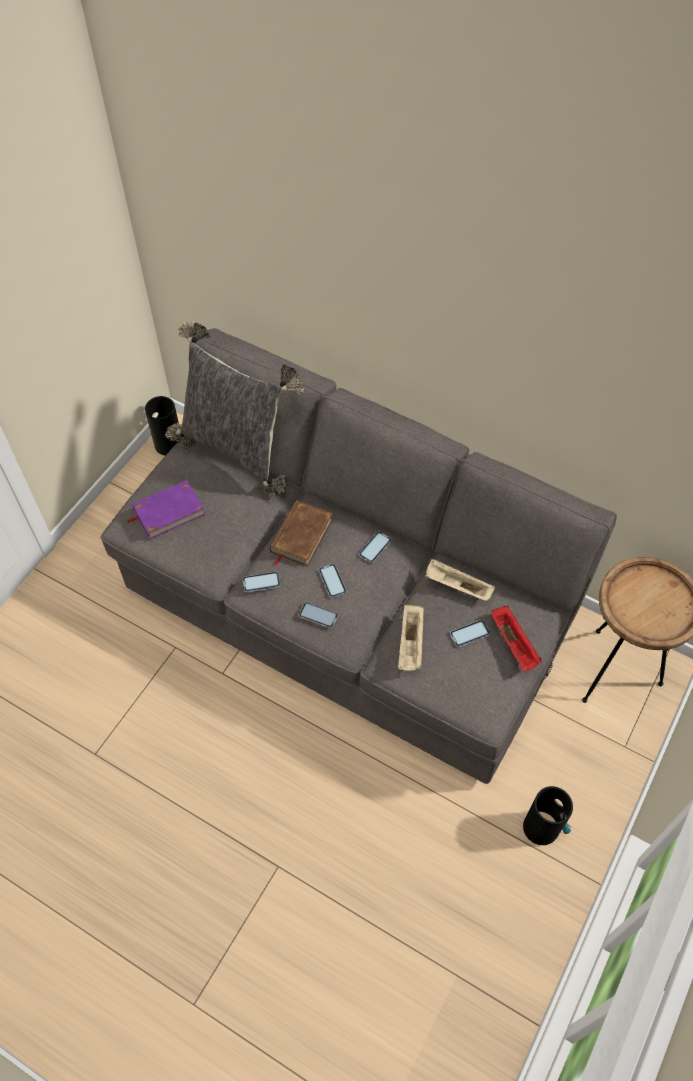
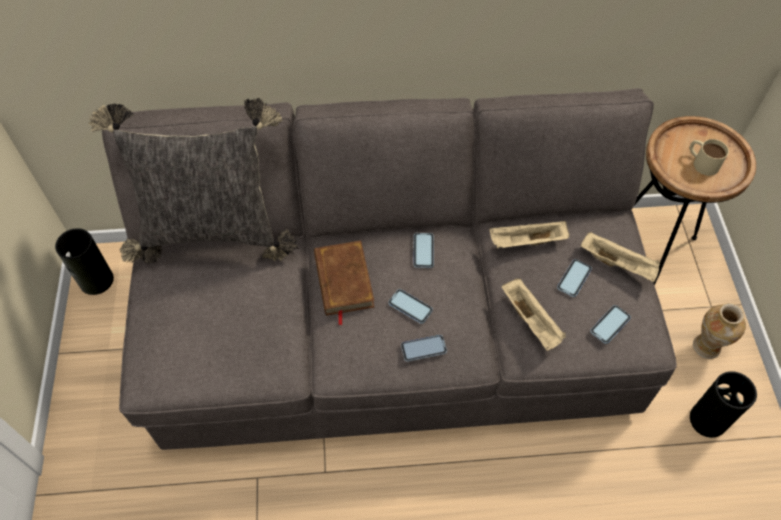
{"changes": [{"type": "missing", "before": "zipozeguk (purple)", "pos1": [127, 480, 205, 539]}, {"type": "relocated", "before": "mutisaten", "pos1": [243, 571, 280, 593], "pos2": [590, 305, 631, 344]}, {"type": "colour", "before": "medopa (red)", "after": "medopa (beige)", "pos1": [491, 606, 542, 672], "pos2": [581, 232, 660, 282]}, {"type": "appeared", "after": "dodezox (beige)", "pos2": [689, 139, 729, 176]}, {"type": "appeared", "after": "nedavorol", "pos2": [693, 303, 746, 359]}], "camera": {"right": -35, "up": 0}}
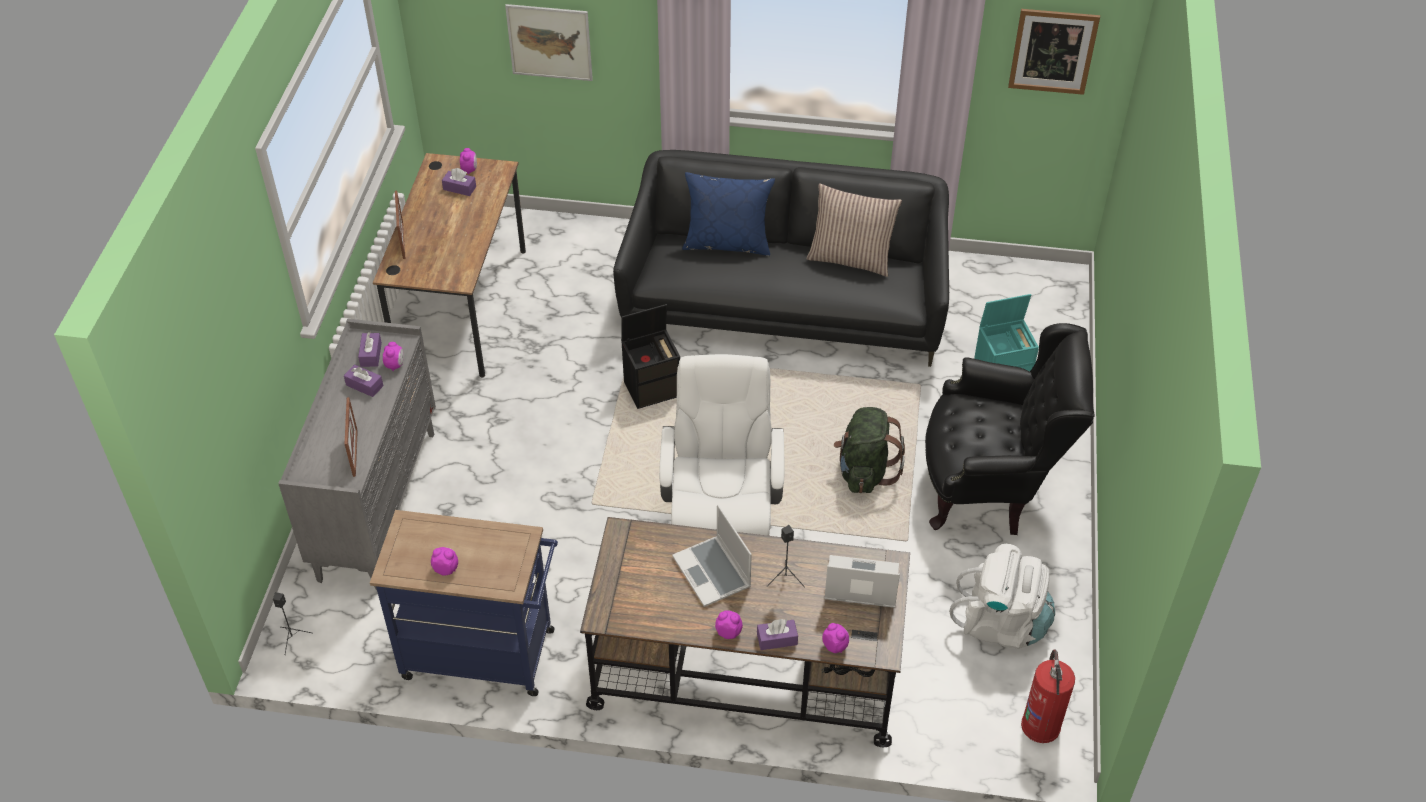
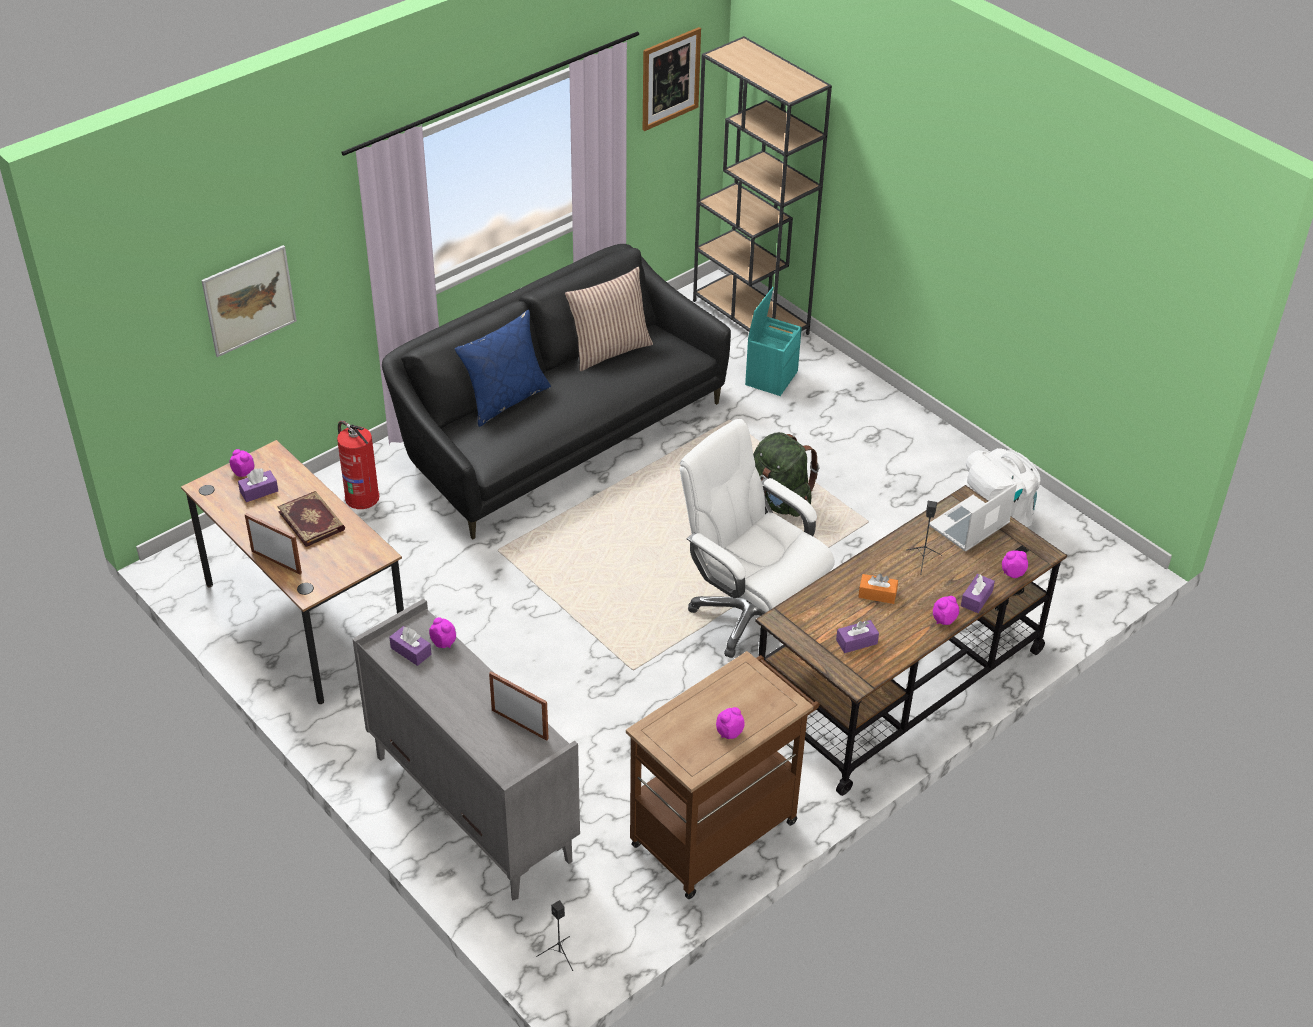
{"changes": [{"type": "relocated", "before": "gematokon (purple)", "pos1": [344, 364, 383, 397], "pos2": [836, 620, 879, 653]}, {"type": "colour", "before": "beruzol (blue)", "after": "beruzol (brown)", "pos1": [370, 510, 558, 696], "pos2": [626, 651, 820, 899]}, {"type": "missing", "before": "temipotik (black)", "pos1": [621, 304, 680, 409]}, {"type": "exchanged", "before": "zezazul", "after": "gematokon (orange)", "pos1": [672, 504, 752, 607], "pos2": [858, 573, 898, 604]}, {"type": "missing", "before": "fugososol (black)", "pos1": [925, 323, 1095, 535]}, {"type": "relocated", "before": "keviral", "pos1": [1021, 650, 1075, 743], "pos2": [337, 420, 379, 509]}, {"type": "appeared", "after": "zipozeguk", "pos2": [277, 491, 345, 547]}, {"type": "appeared", "after": "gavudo", "pos2": [693, 36, 832, 335]}], "camera": {"right": -50, "up": -5}}
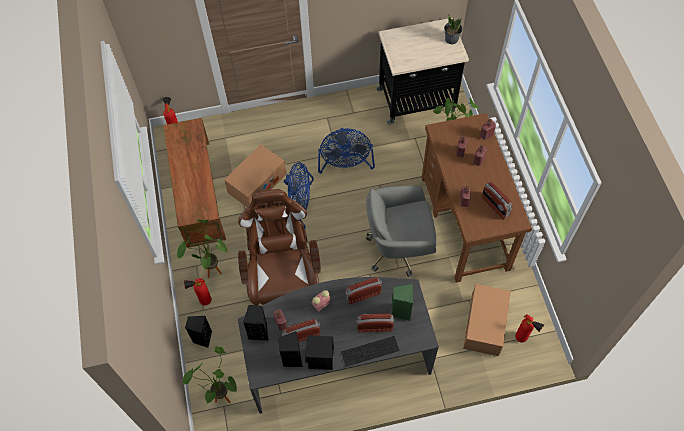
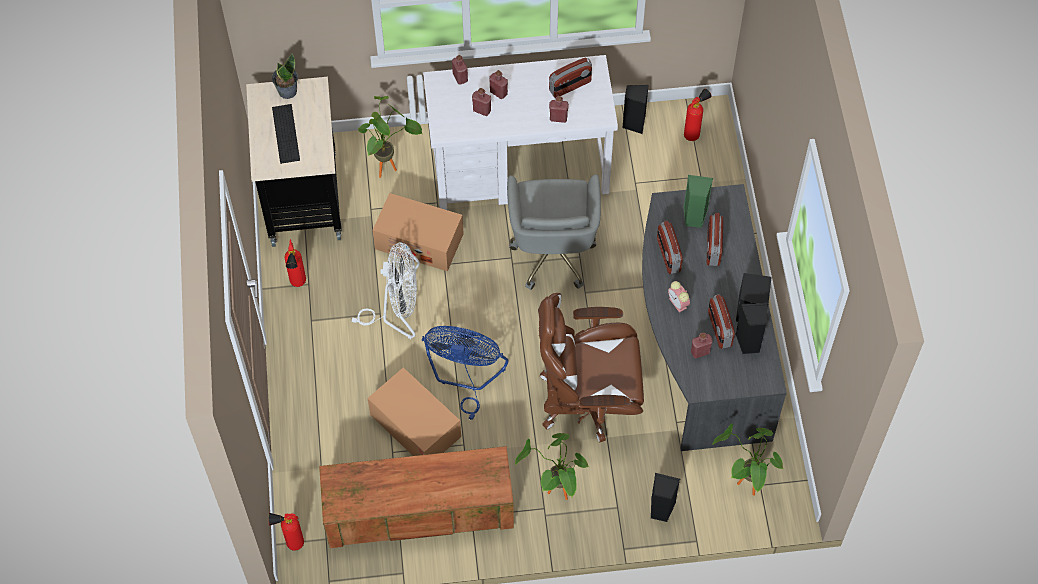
{"changes": [{"type": "relocated", "before": "keviral", "pos1": [184, 278, 212, 306], "pos2": [285, 239, 306, 287]}, {"type": "relocated", "before": "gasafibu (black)", "pos1": [243, 305, 269, 341], "pos2": [622, 85, 648, 134]}, {"type": "colour", "before": "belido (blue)", "after": "belido (white)", "pos1": [318, 128, 375, 174], "pos2": [352, 242, 420, 339]}, {"type": "relocated", "before": "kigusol", "pos1": [341, 336, 399, 367], "pos2": [272, 104, 300, 164]}, {"type": "colour", "before": "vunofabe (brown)", "after": "vunofabe (white)", "pos1": [422, 113, 532, 283], "pos2": [423, 55, 618, 210]}, {"type": "relocated", "before": "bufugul", "pos1": [463, 284, 511, 356], "pos2": [372, 193, 464, 271]}], "camera": {"right": -85, "up": 0}}
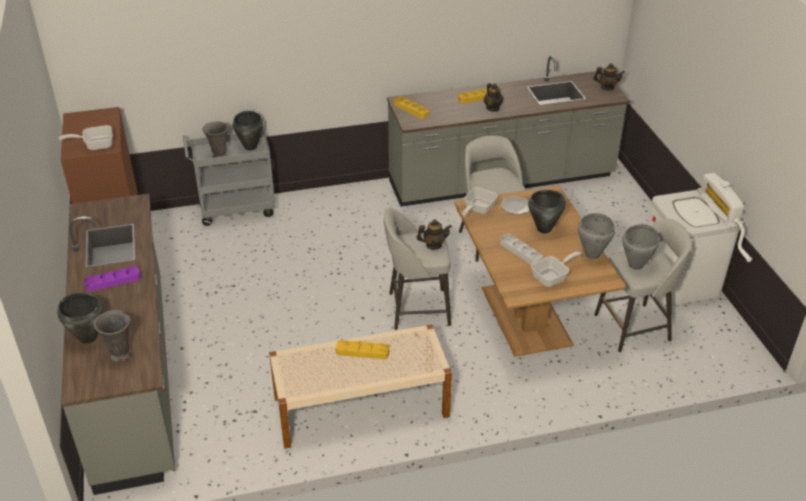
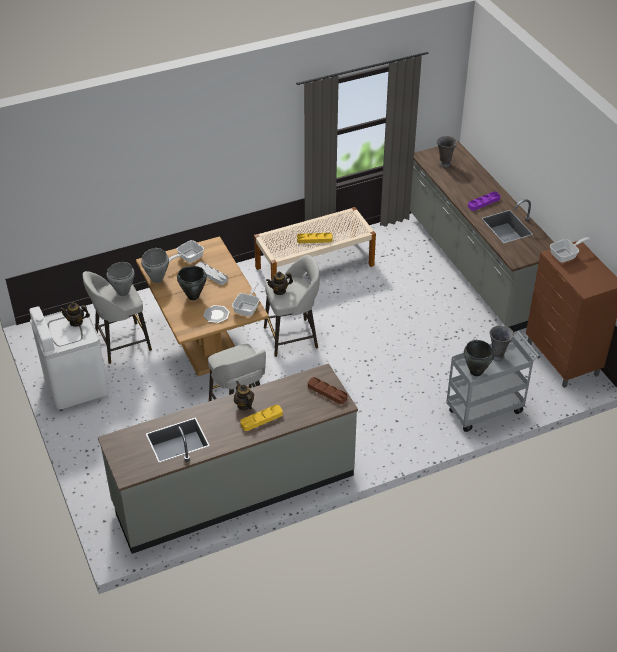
{"changes": [{"type": "missing", "before": "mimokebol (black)", "pos1": [57, 292, 103, 344]}, {"type": "colour", "before": "medopa (yellow)", "after": "medopa (brown)", "pos1": [394, 96, 429, 119], "pos2": [308, 377, 347, 404]}, {"type": "relocated", "before": "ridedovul", "pos1": [593, 63, 625, 90], "pos2": [59, 302, 90, 327]}], "camera": {"right": 170, "up": 5}}
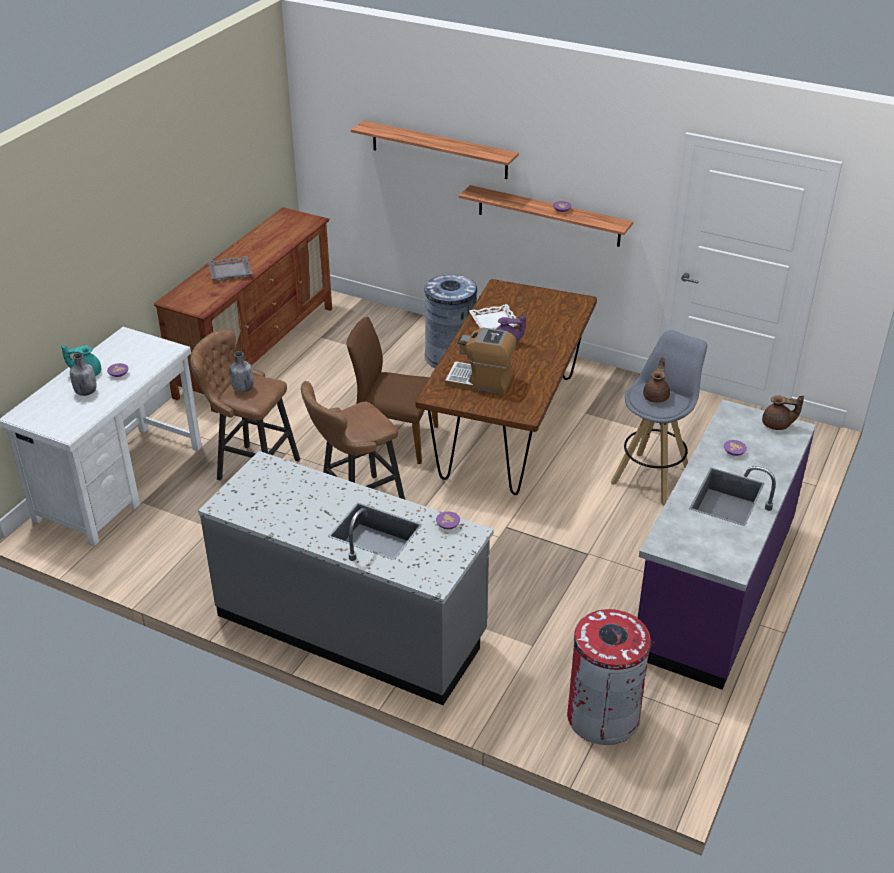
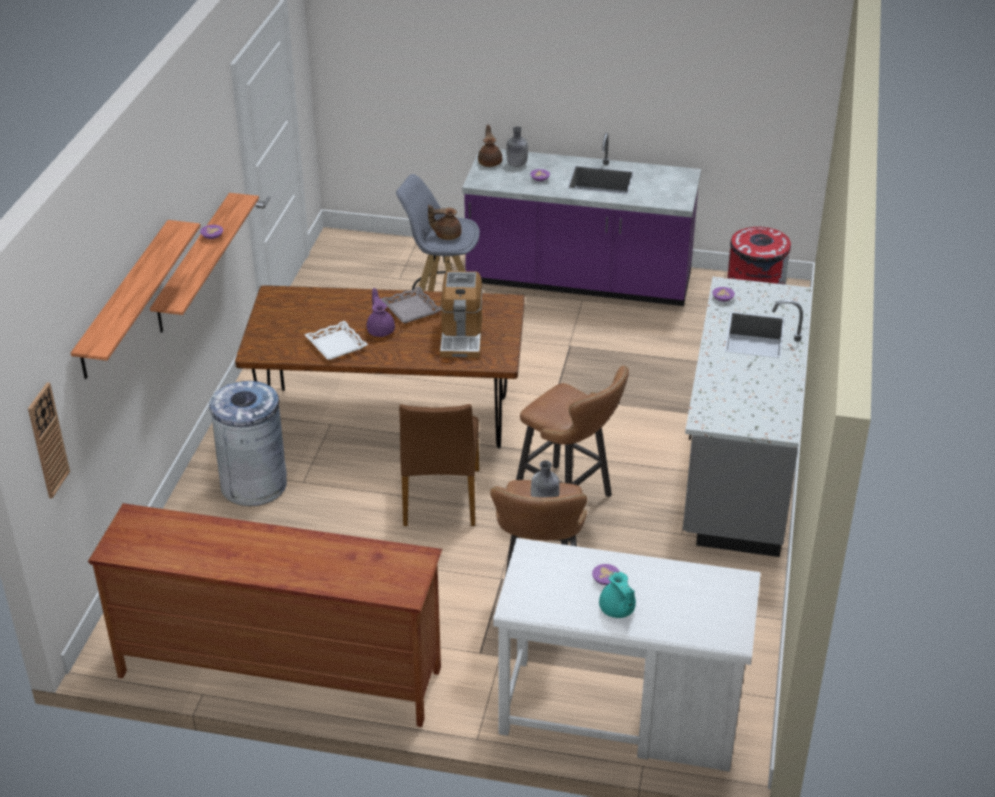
{"changes": [{"type": "relocated", "before": "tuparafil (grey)", "pos1": [70, 353, 97, 396], "pos2": [506, 127, 528, 167]}, {"type": "relocated", "before": "medopa (grey)", "pos1": [207, 256, 253, 281], "pos2": [381, 287, 441, 323]}, {"type": "appeared", "after": "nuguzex", "pos2": [28, 382, 70, 499]}], "camera": {"right": -105, "up": 0}}
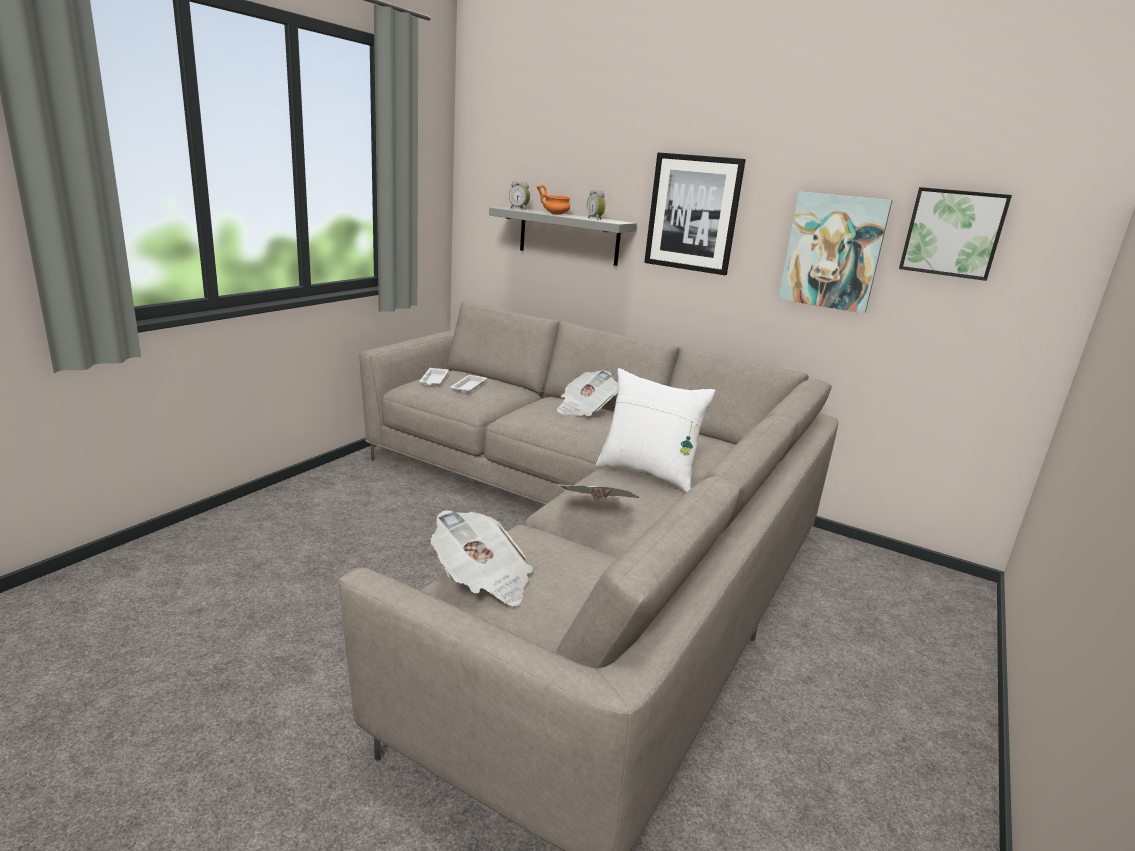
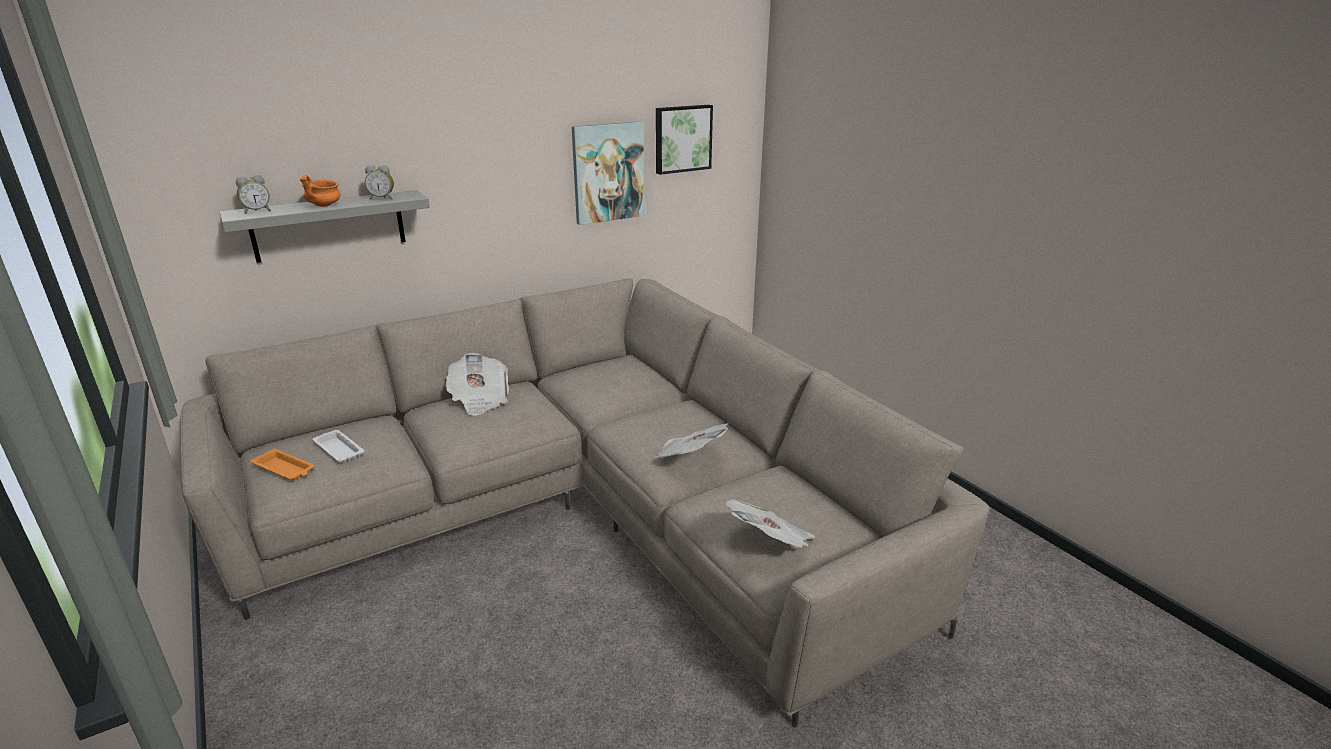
{"changes": [{"type": "colour", "before": "medopa (white)", "after": "medopa (orange)", "pos1": [419, 368, 449, 387], "pos2": [250, 448, 315, 481]}, {"type": "missing", "before": "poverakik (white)", "pos1": [595, 368, 715, 493]}, {"type": "missing", "before": "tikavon", "pos1": [644, 152, 746, 275]}], "camera": {"right": -60, "up": 5}}
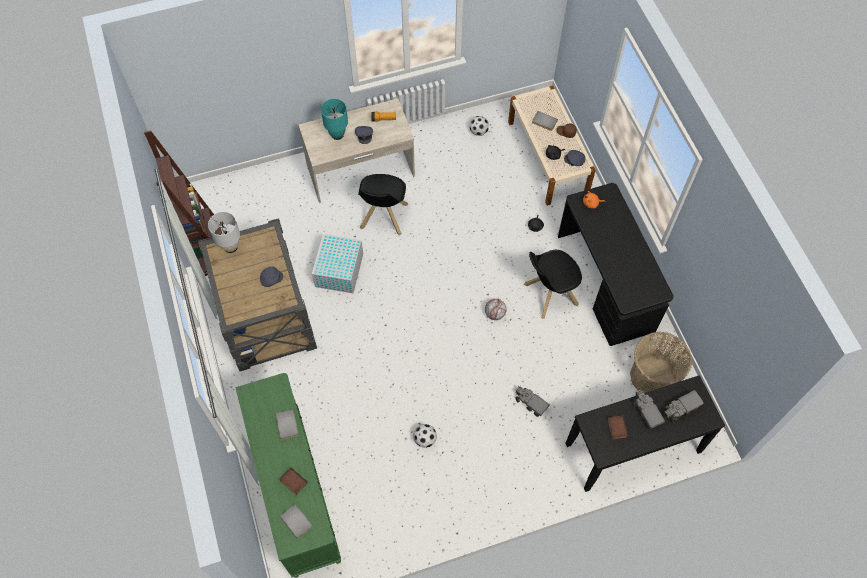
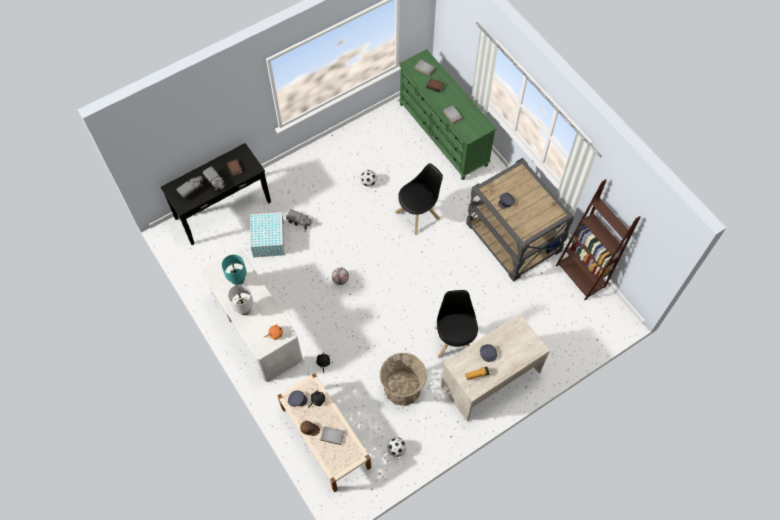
{"changes": [{"type": "relocated", "before": "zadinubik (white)", "pos1": [208, 212, 240, 253], "pos2": [228, 284, 253, 315]}, {"type": "relocated", "before": "temipotik (white)", "pos1": [312, 234, 363, 293], "pos2": [250, 212, 285, 258]}, {"type": "relocated", "before": "zadinubik (turquoise)", "pos1": [321, 99, 348, 140], "pos2": [222, 255, 247, 285]}, {"type": "relocated", "before": "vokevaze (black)", "pos1": [524, 250, 582, 319], "pos2": [395, 163, 443, 235]}, {"type": "colour", "before": "vunofabe (black)", "after": "vunofabe (white)", "pos1": [558, 183, 674, 346], "pos2": [201, 248, 303, 382]}, {"type": "relocated", "before": "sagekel", "pos1": [630, 332, 692, 393], "pos2": [380, 353, 427, 406]}], "camera": {"right": 165, "up": 0}}
